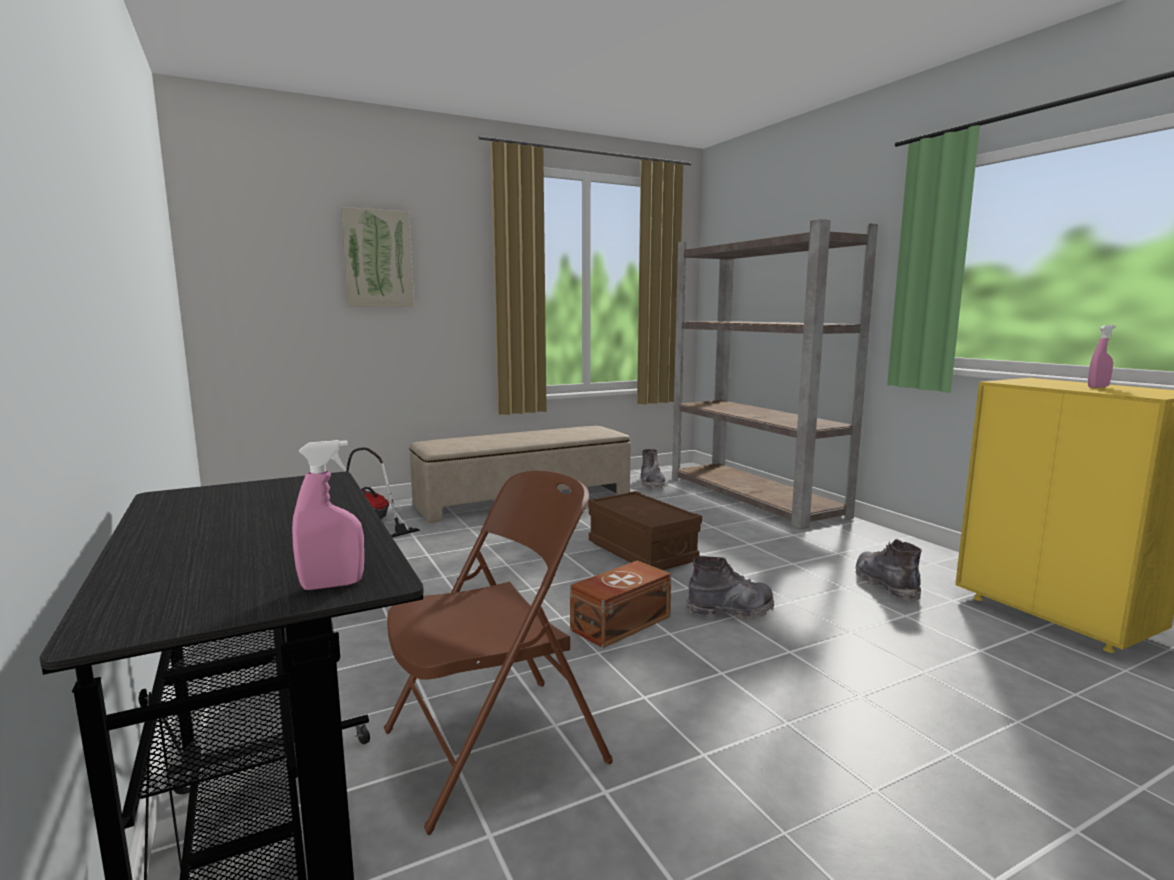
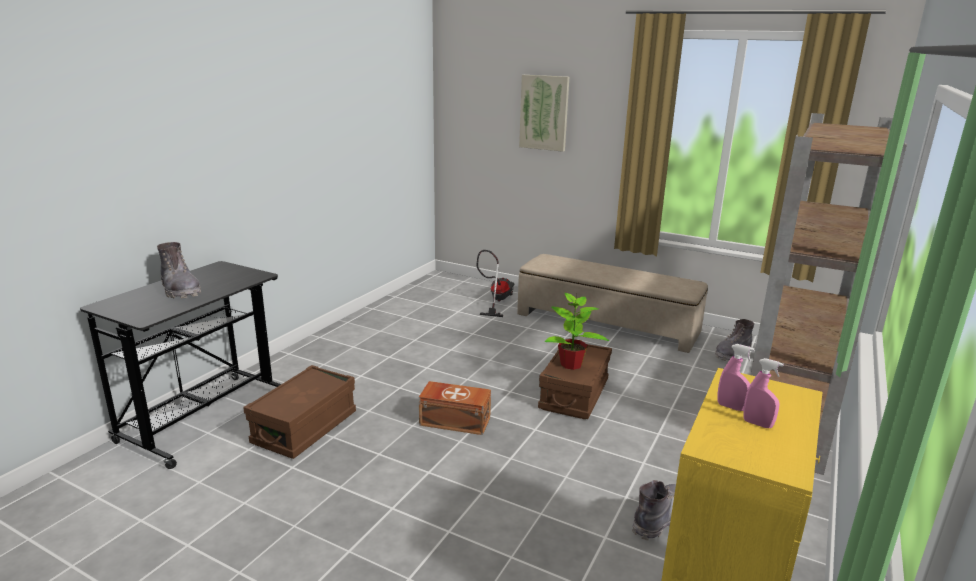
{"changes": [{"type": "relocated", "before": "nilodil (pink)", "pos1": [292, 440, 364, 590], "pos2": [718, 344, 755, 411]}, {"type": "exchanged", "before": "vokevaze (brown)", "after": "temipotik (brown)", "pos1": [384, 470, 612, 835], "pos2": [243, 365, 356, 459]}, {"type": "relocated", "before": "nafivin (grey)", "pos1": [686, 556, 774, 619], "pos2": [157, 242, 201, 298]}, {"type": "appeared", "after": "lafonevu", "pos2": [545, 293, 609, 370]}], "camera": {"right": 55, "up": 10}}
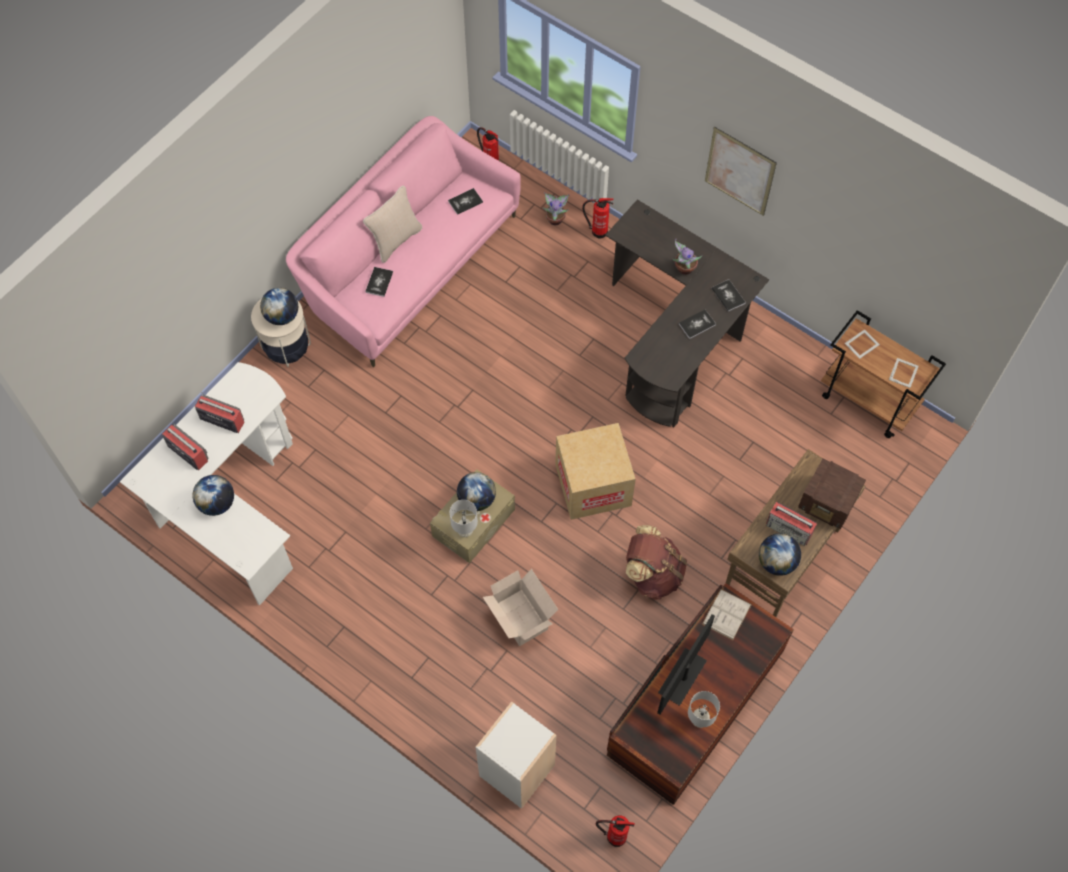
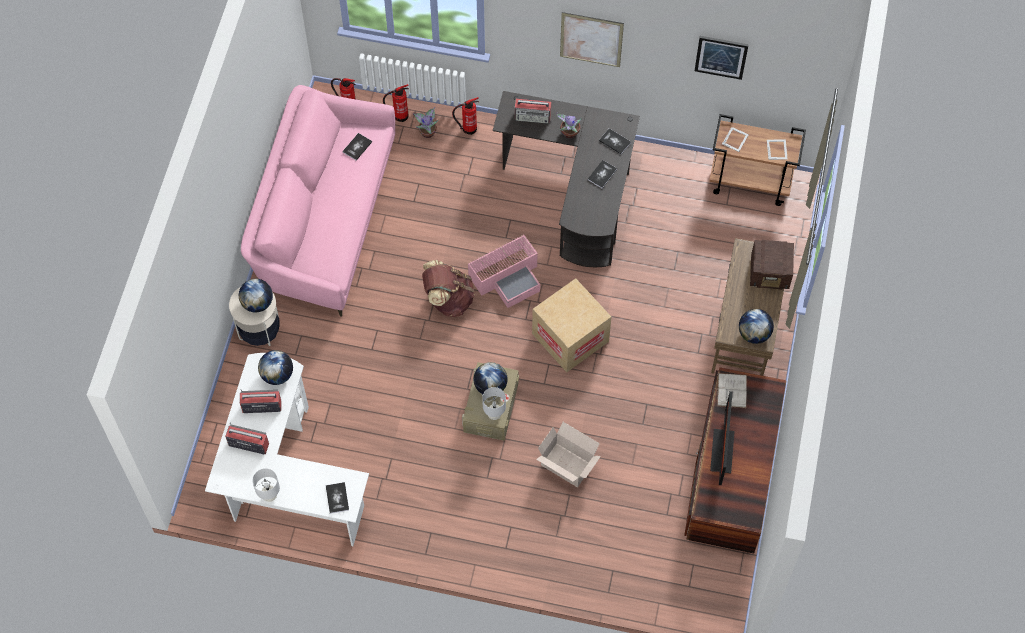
{"changes": [{"type": "relocated", "before": "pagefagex", "pos1": [192, 475, 234, 516], "pos2": [258, 350, 293, 385]}, {"type": "missing", "before": "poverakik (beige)", "pos1": [363, 186, 422, 263]}, {"type": "relocated", "before": "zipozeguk", "pos1": [365, 267, 393, 297], "pos2": [325, 482, 349, 514]}, {"type": "missing", "before": "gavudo", "pos1": [476, 701, 556, 809]}, {"type": "relocated", "before": "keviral", "pos1": [595, 816, 635, 847], "pos2": [383, 84, 409, 122]}, {"type": "relocated", "before": "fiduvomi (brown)", "pos1": [626, 525, 687, 600], "pos2": [422, 260, 475, 317]}, {"type": "relocated", "before": "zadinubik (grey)", "pos1": [688, 691, 720, 728], "pos2": [252, 468, 280, 502]}, {"type": "relocated", "before": "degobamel", "pos1": [766, 502, 817, 546], "pos2": [515, 98, 552, 124]}, {"type": "appeared", "after": "temipotik (pink)", "pos2": [468, 235, 540, 308]}, {"type": "appeared", "after": "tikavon", "pos2": [695, 36, 749, 80]}], "camera": {"right": -25, "up": 0}}
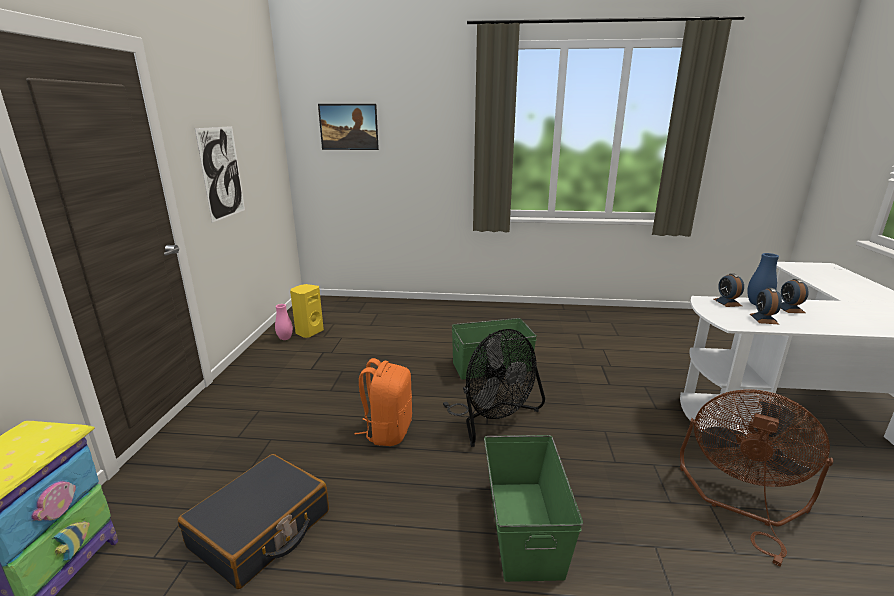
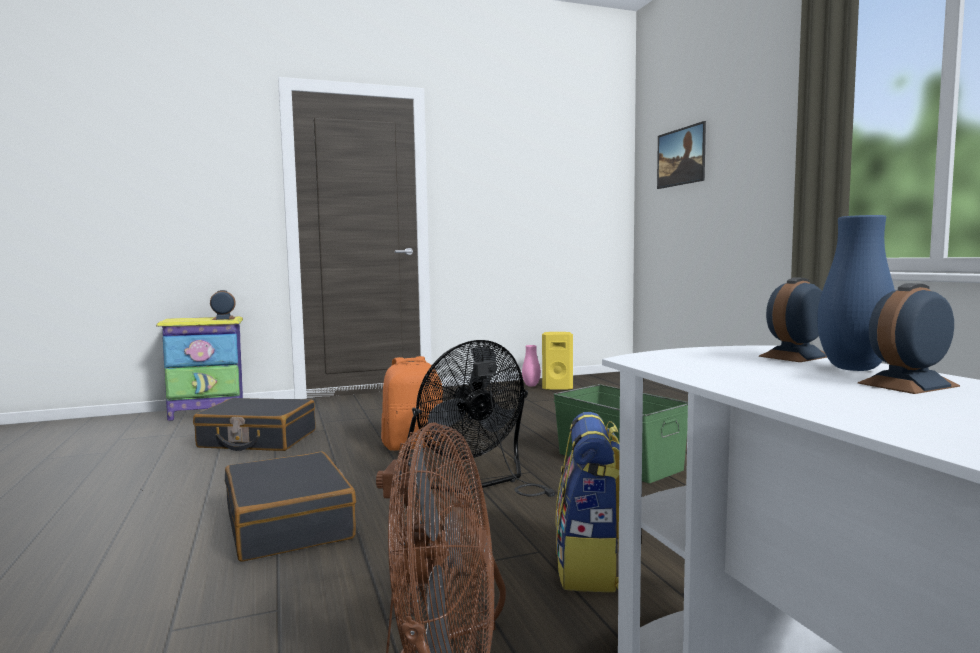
{"changes": [{"type": "missing", "before": "tikavon", "pos1": [195, 126, 245, 223]}, {"type": "spun", "before": "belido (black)", "pos1": [443, 329, 545, 447], "pos2": [403, 340, 555, 497], "turn": 120}, {"type": "exchanged", "before": "temipotik (green)", "after": "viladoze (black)", "pos1": [484, 435, 583, 582], "pos2": [225, 452, 356, 562]}, {"type": "relocated", "before": "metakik", "pos1": [750, 288, 782, 324], "pos2": [210, 290, 236, 320]}, {"type": "appeared", "after": "fiduvomi", "pos2": [556, 412, 620, 592]}], "camera": {"right": 65, "up": -15}}
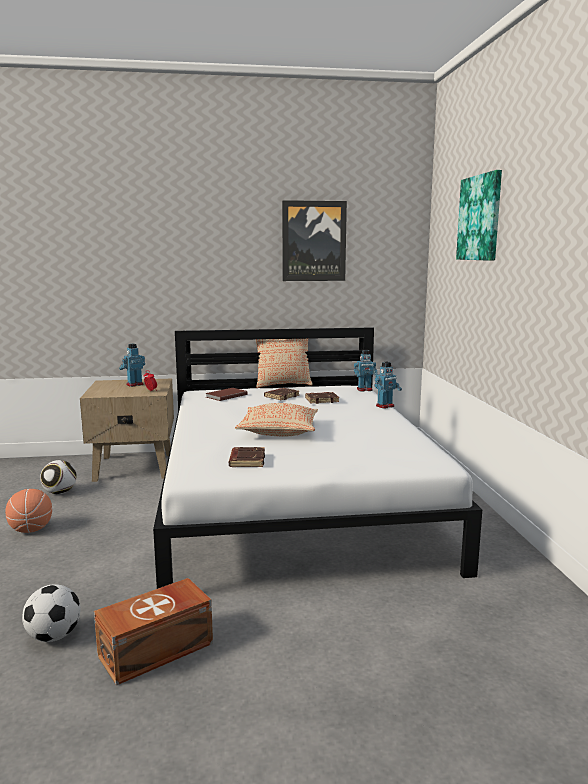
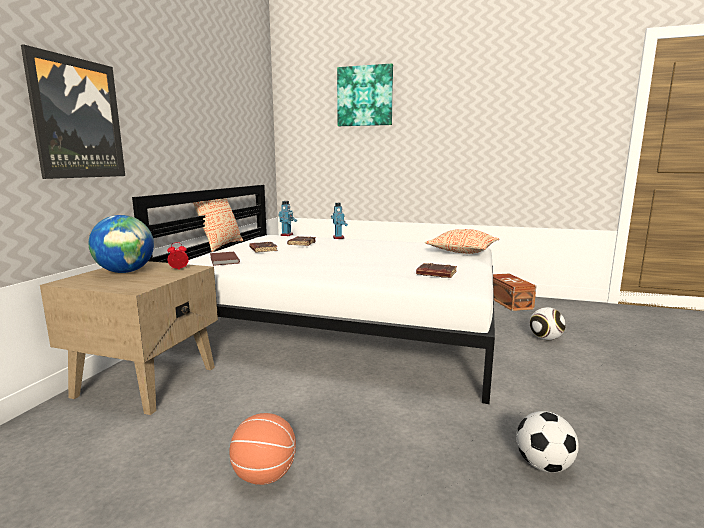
{"changes": [{"type": "relocated", "before": "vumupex", "pos1": [40, 460, 77, 494], "pos2": [530, 307, 566, 340]}, {"type": "relocated", "before": "temipotik (brown)", "pos1": [94, 578, 213, 686], "pos2": [493, 274, 536, 311]}, {"type": "exchanged", "before": "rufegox", "after": "pagefagex", "pos1": [119, 343, 145, 387], "pos2": [89, 215, 154, 273]}, {"type": "relocated", "before": "poverakik (beige)", "pos1": [235, 403, 318, 436], "pos2": [425, 229, 499, 254]}, {"type": "relocated", "before": "tikavon", "pos1": [282, 200, 347, 281], "pos2": [21, 44, 125, 179]}], "camera": {"right": -65, "up": 0}}
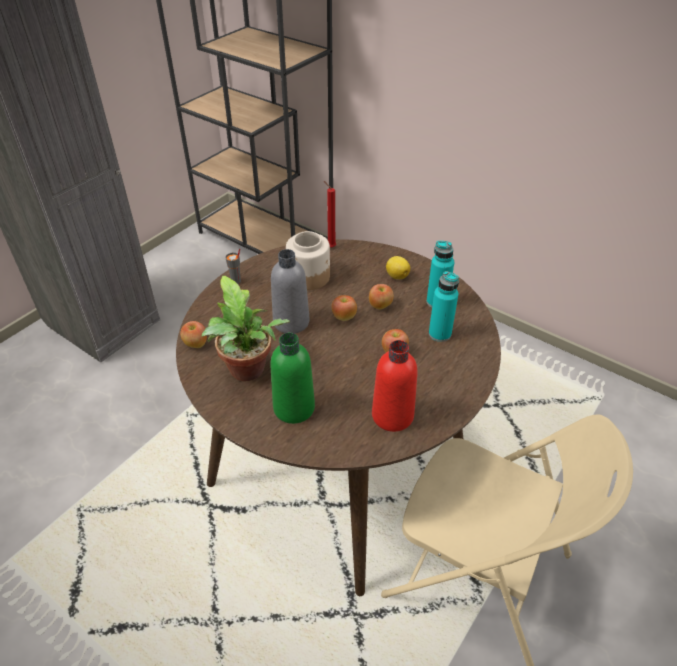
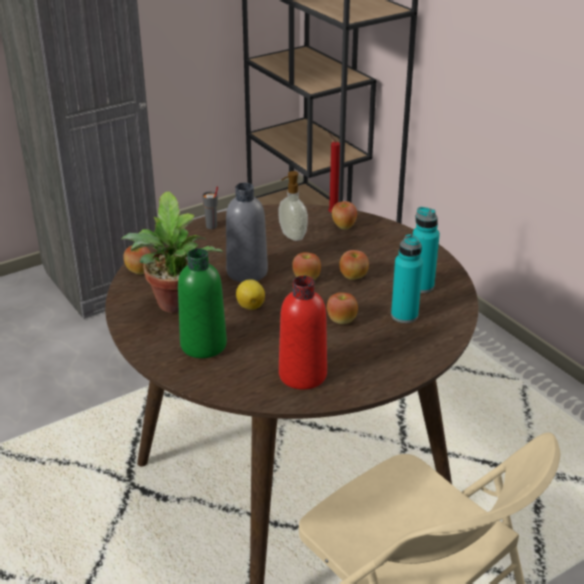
{"changes": [{"type": "exchanged", "before": "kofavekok", "after": "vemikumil", "pos1": [286, 231, 330, 290], "pos2": [278, 171, 308, 241]}, {"type": "relocated", "before": "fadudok", "pos1": [386, 256, 410, 279], "pos2": [236, 279, 265, 310]}, {"type": "appeared", "after": "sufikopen", "pos2": [332, 201, 357, 230]}], "camera": {"right": 20, "up": -10}}
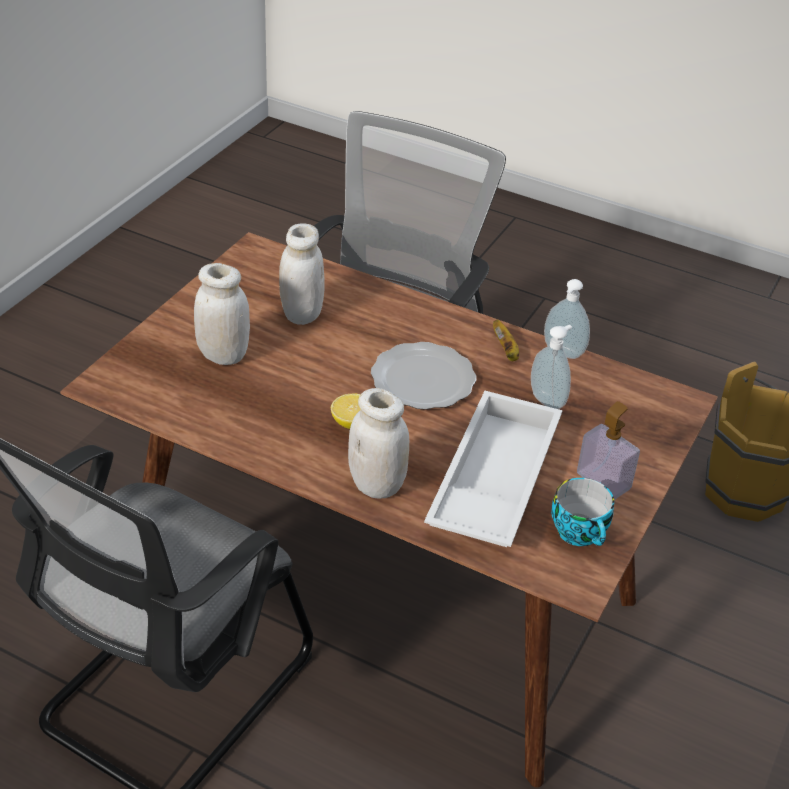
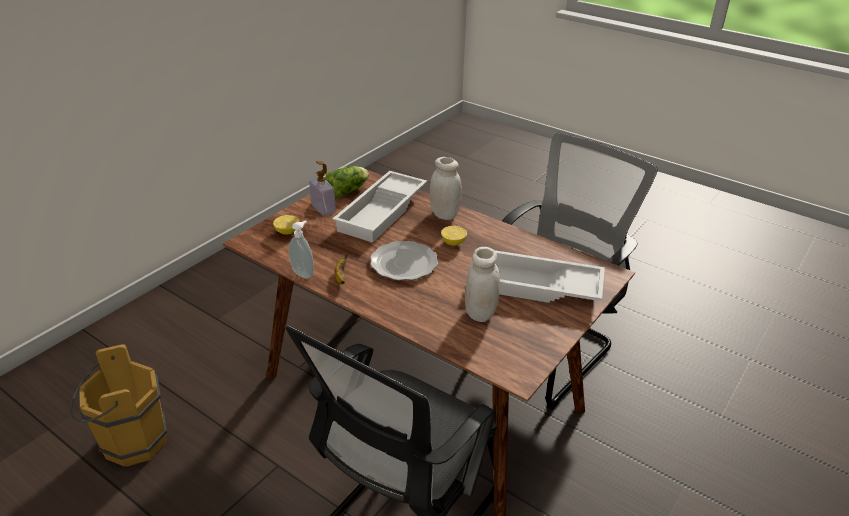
{"changes": [{"type": "exchanged", "before": "kofavekok (white)", "after": "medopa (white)", "pos1": [194, 263, 250, 365], "pos2": [495, 250, 605, 303]}, {"type": "missing", "before": "vemikumil", "pos1": [531, 325, 572, 409]}, {"type": "exchanged", "before": "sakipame", "after": "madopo", "pos1": [551, 478, 614, 546], "pos2": [325, 166, 369, 197]}, {"type": "appeared", "after": "fadudok", "pos2": [273, 215, 299, 235]}], "camera": {"right": -170, "up": -5}}
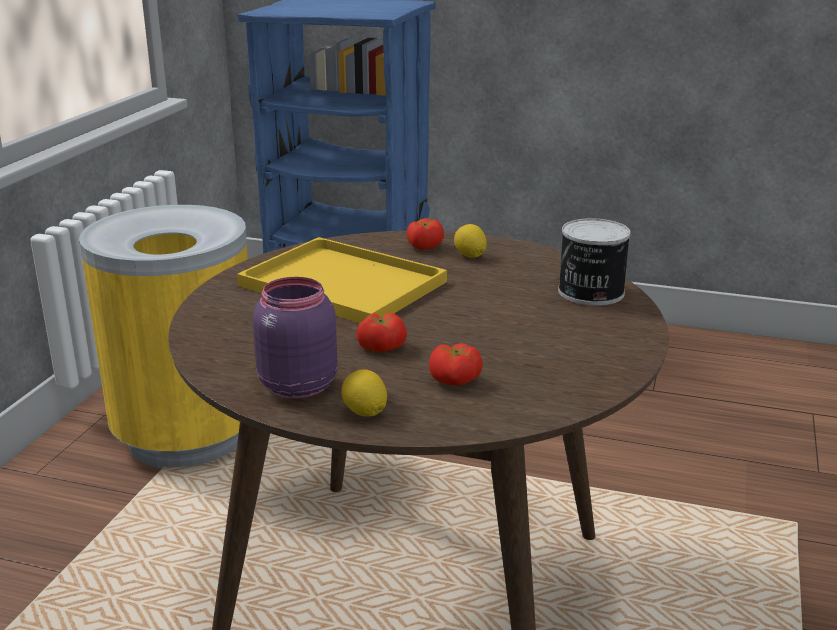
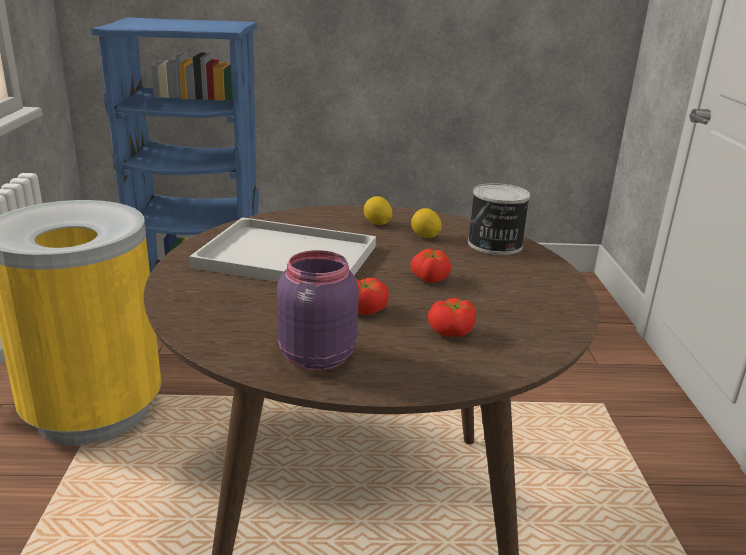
{"changes": [{"type": "colour", "before": "medopa (yellow)", "after": "medopa (white)", "pos1": [237, 237, 447, 323], "pos2": [189, 217, 376, 282]}, {"type": "relocated", "before": "fadudok", "pos1": [341, 369, 387, 417], "pos2": [411, 208, 441, 238]}, {"type": "relocated", "before": "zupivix", "pos1": [407, 218, 444, 250], "pos2": [411, 249, 451, 283]}], "camera": {"right": -20, "up": 0}}
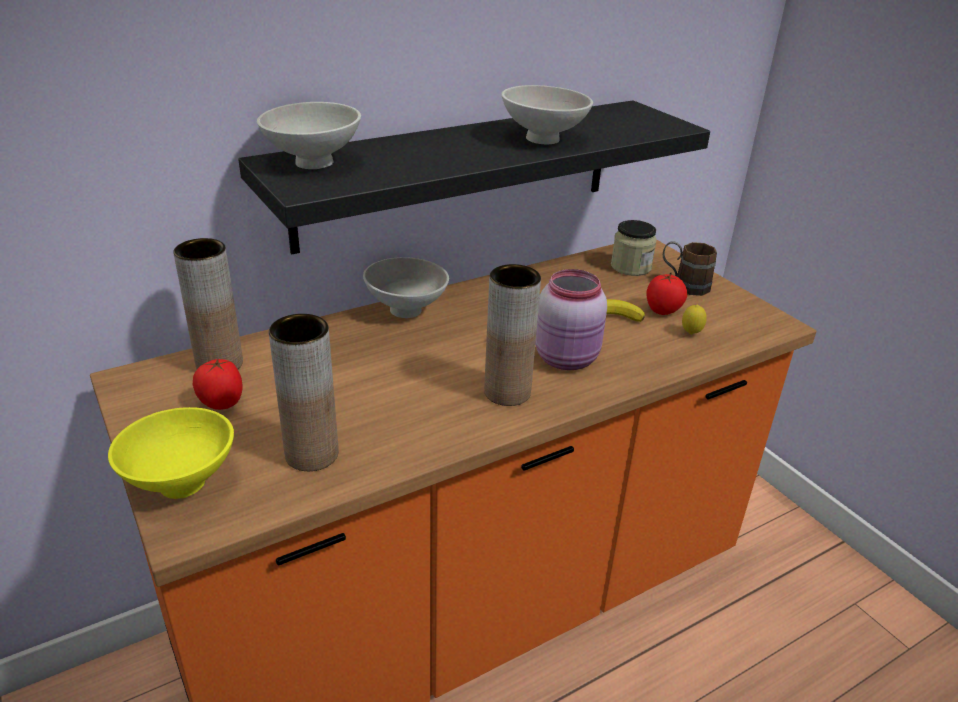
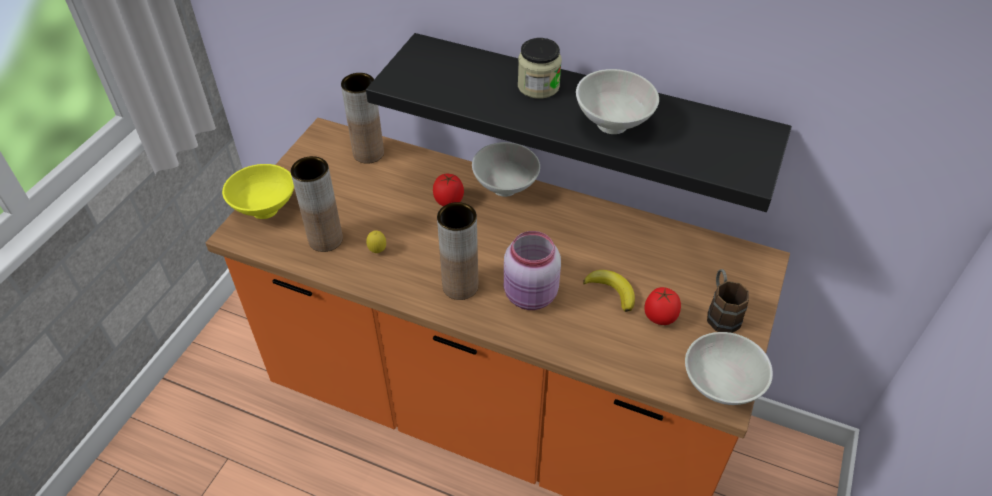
{"changes": [{"type": "relocated", "before": "zupivix", "pos1": [193, 357, 243, 410], "pos2": [433, 174, 464, 206]}, {"type": "relocated", "before": "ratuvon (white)", "pos1": [257, 102, 361, 169], "pos2": [685, 332, 773, 405]}, {"type": "relocated", "before": "kofavekok", "pos1": [611, 220, 657, 276], "pos2": [518, 38, 562, 99]}, {"type": "relocated", "before": "fadudok", "pos1": [682, 305, 707, 334], "pos2": [366, 230, 386, 253]}], "camera": {"right": 55, "up": 15}}
